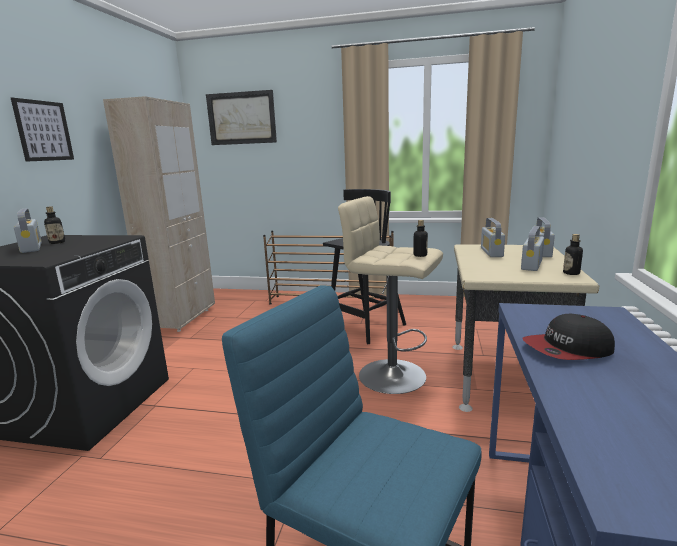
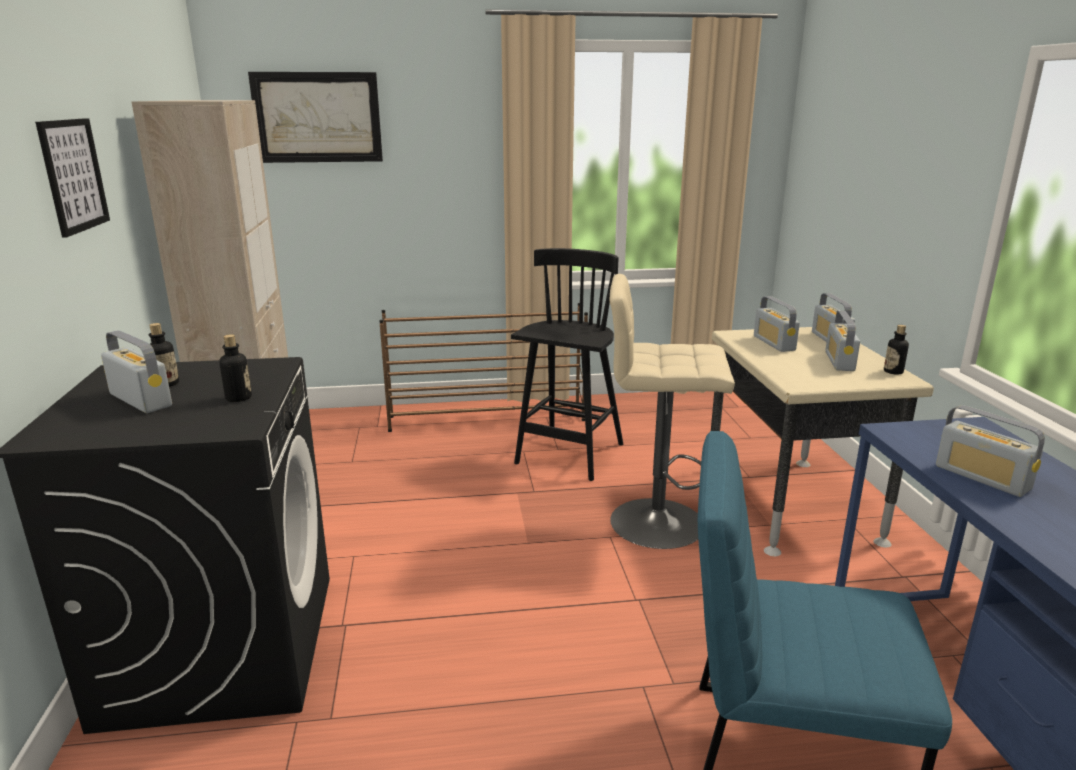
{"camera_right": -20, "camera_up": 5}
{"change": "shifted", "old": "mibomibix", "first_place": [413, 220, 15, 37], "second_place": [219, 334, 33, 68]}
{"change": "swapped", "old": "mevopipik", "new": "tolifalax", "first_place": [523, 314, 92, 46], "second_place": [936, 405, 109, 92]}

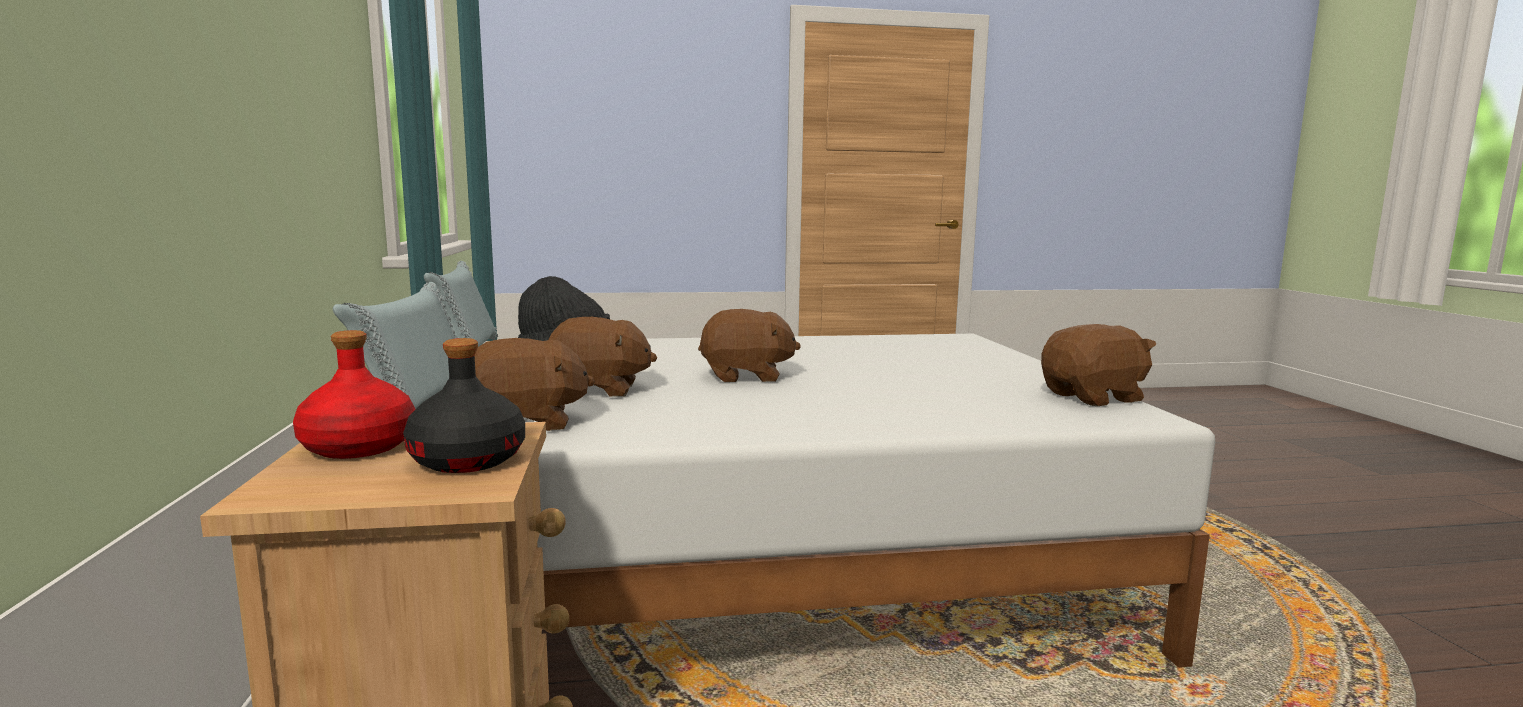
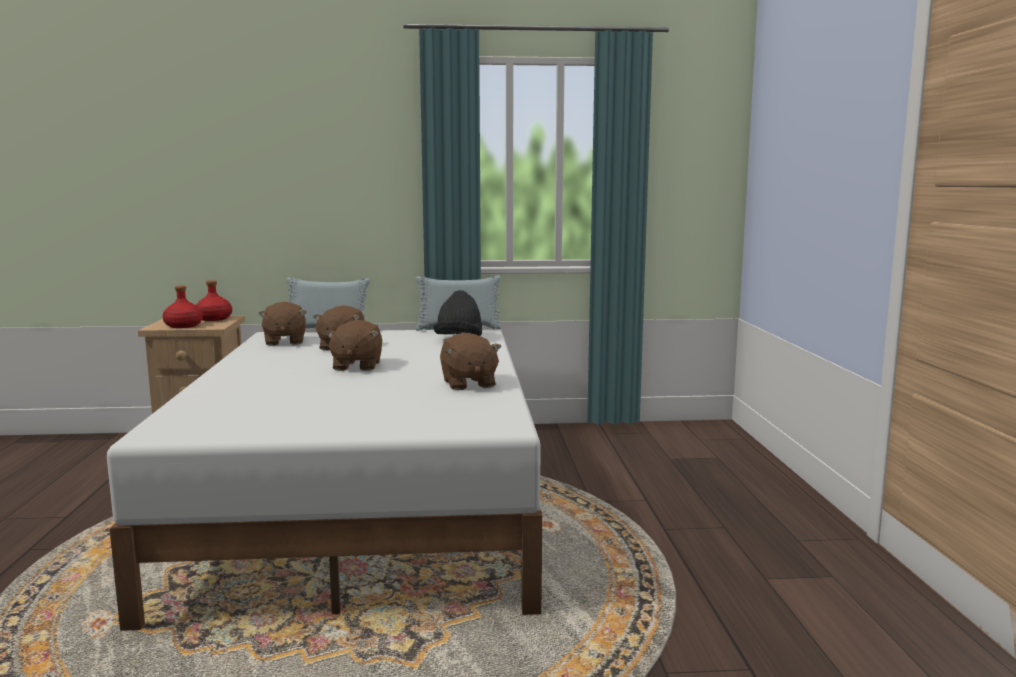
{"camera_right": 95, "camera_up": 0}
{"change": "shifted", "old": "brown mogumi", "first_place": [1041, 324, 115, 82], "second_place": [440, 333, 62, 57]}
{"change": "repainted", "old": "black mibomibix", "new": "red mibomibix", "first_place": [403, 338, 122, 135], "second_place": [162, 286, 41, 42]}

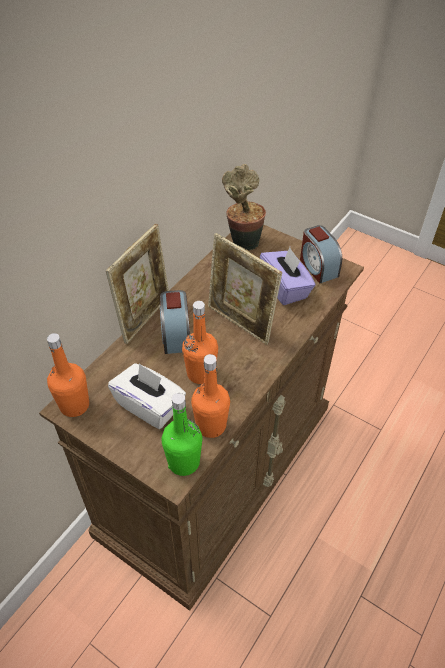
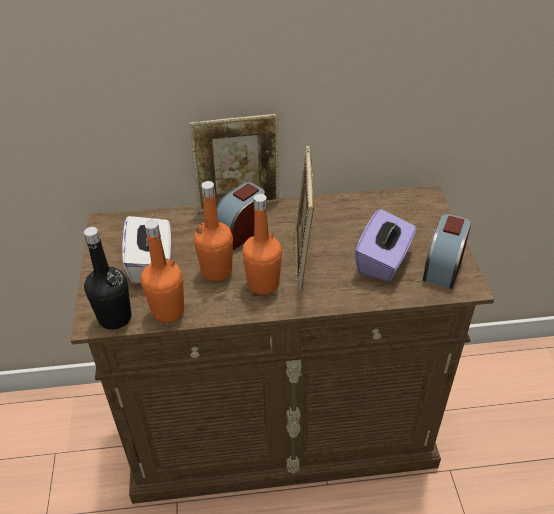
{"camera_right": 50, "camera_up": -5}
{"change": "gone", "old": "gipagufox", "first_place": [222, 164, 44, 87]}
{"change": "shifted", "old": "orange mibomibix", "first_place": [47, 333, 42, 84], "second_place": [242, 194, 40, 101]}
{"change": "repainted", "old": "green mibomibix", "new": "black mibomibix", "first_place": [161, 393, 41, 83], "second_place": [84, 227, 47, 103]}

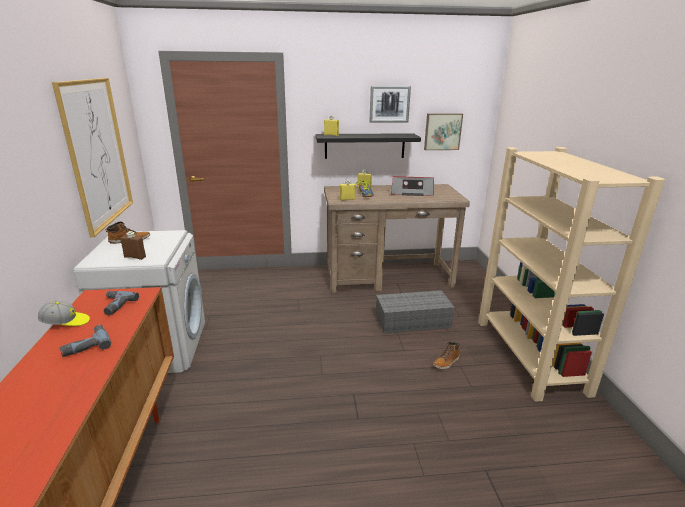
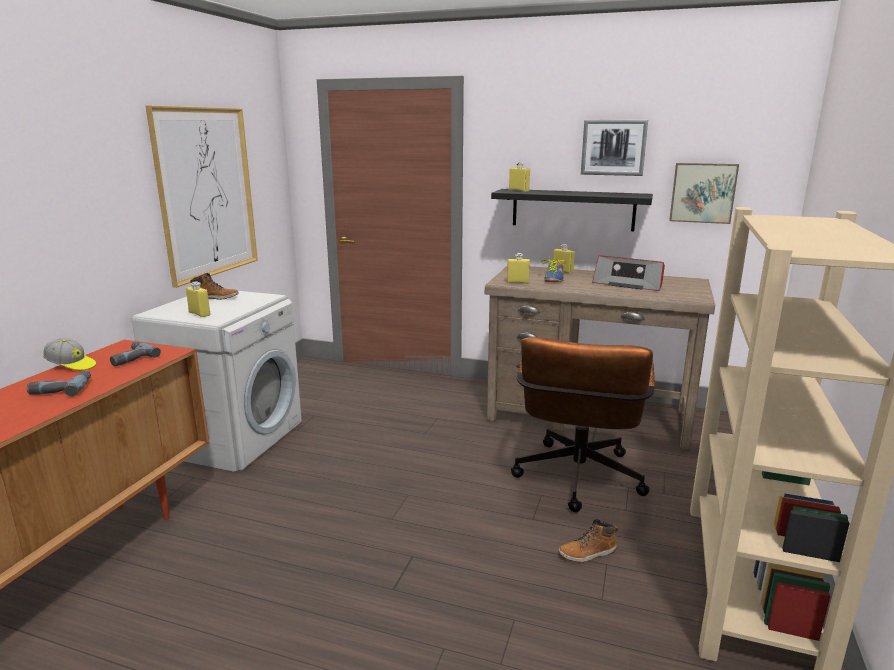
{"camera_right": 25, "camera_up": -5}
{"change": "repainted", "old": "brown mibomibix", "new": "yellow mibomibix", "first_place": [120, 231, 26, 29], "second_place": [186, 281, 24, 36]}
{"change": "swapped", "old": "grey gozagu", "new": "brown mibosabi", "first_place": [376, 290, 79, 43], "second_place": [511, 337, 144, 176]}

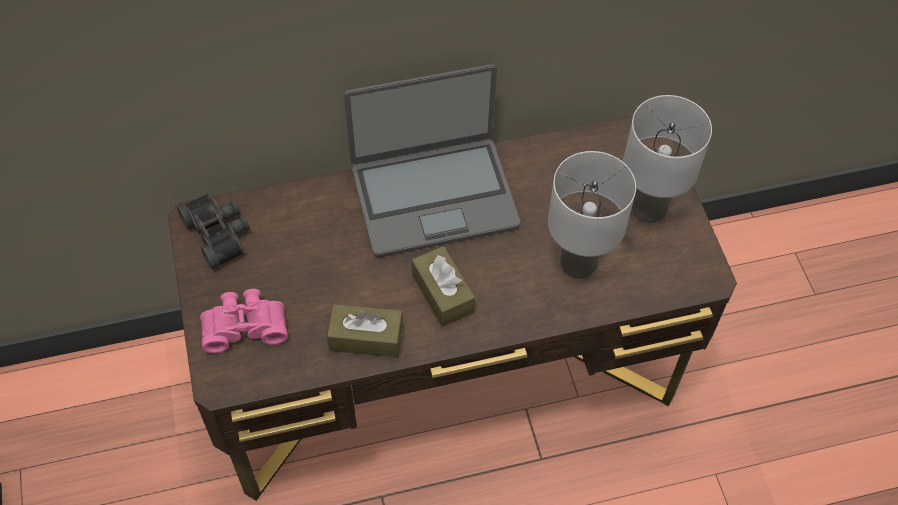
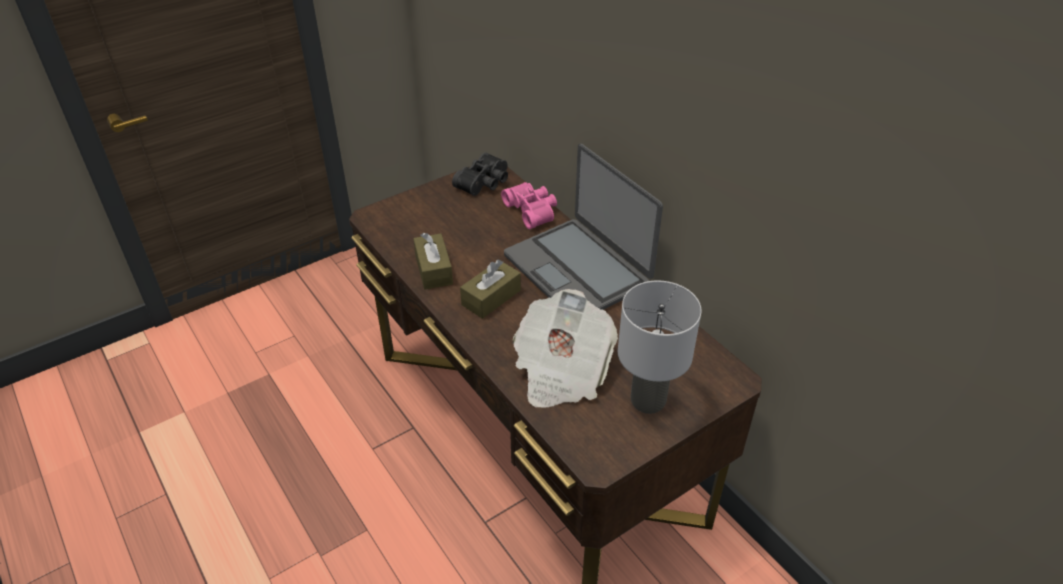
{"camera_right": 70, "camera_up": -15}
{"change": "swapped", "old": "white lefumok", "new": "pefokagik", "first_place": [548, 151, 88, 128], "second_place": [512, 289, 106, 119]}
{"change": "shifted", "old": "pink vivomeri", "first_place": [200, 289, 88, 65], "second_place": [501, 182, 56, 47]}

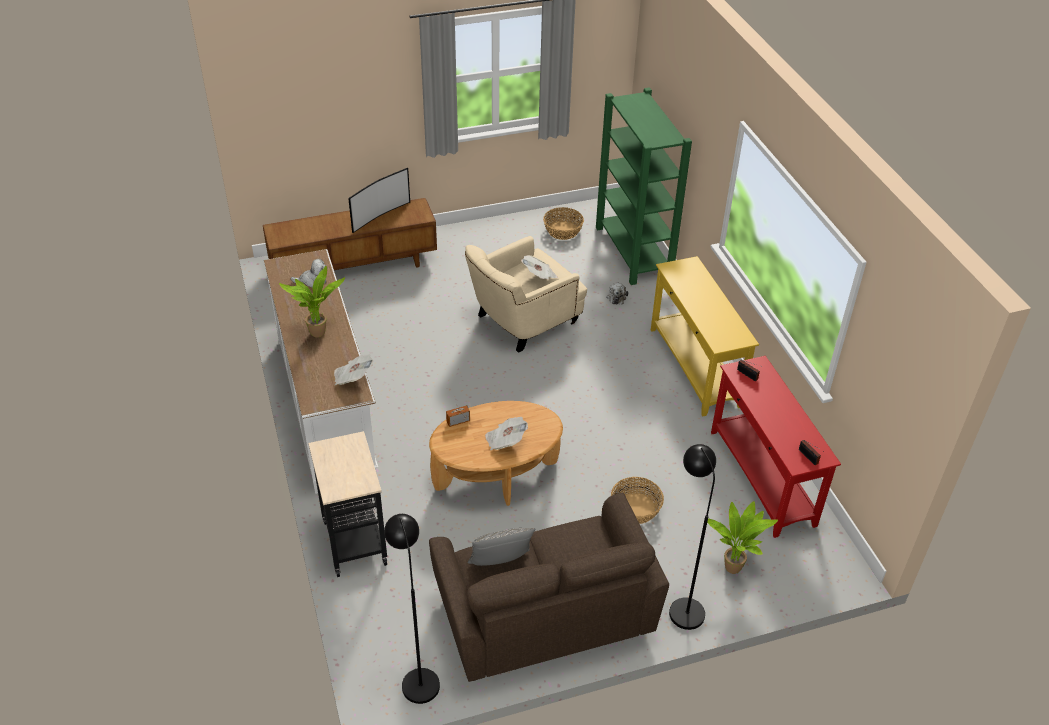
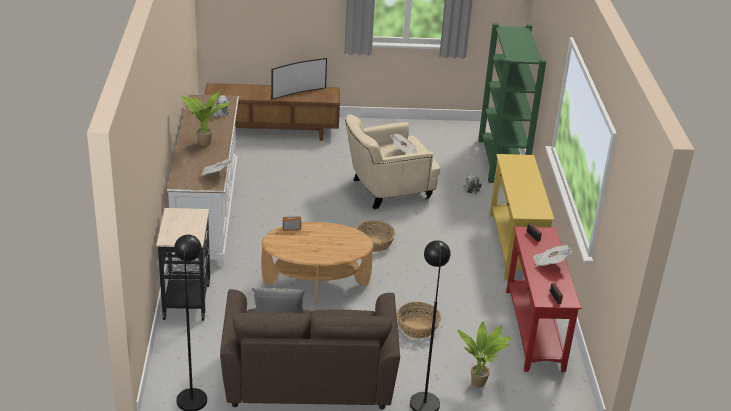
{"camera_right": 15, "camera_up": -10}
{"change": "shifted", "old": "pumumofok", "first_place": [543, 207, 41, 33], "second_place": [356, 221, 39, 31]}
{"change": "shifted", "old": "pefokagik", "first_place": [485, 417, 43, 33], "second_place": [533, 245, 39, 21]}

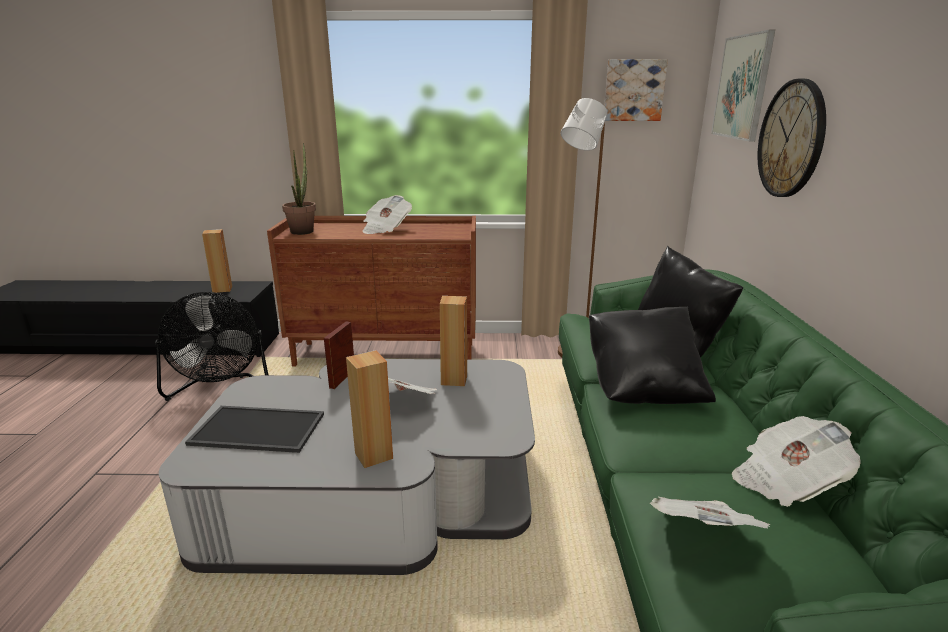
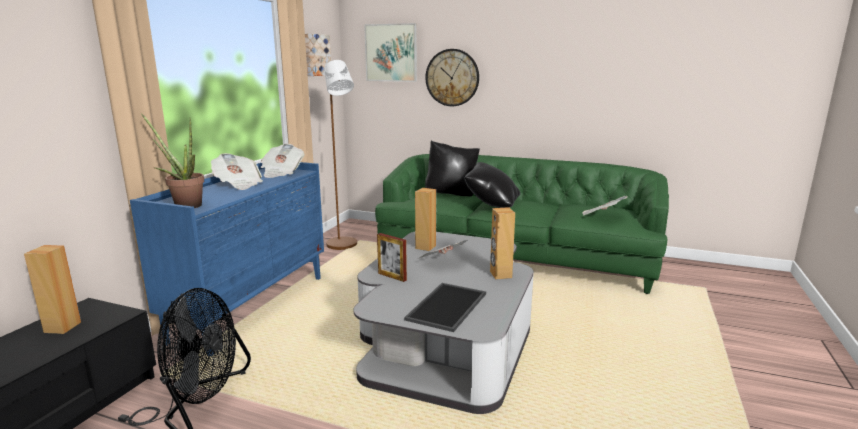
{"camera_right": -70, "camera_up": -5}
{"change": "repainted", "old": "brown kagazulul", "new": "blue kagazulul", "first_place": [267, 216, 209, 151], "second_place": [130, 162, 194, 195]}
{"change": "shifted", "old": "pefokagik", "first_place": [732, 416, 129, 91], "second_place": [261, 144, 44, 34]}

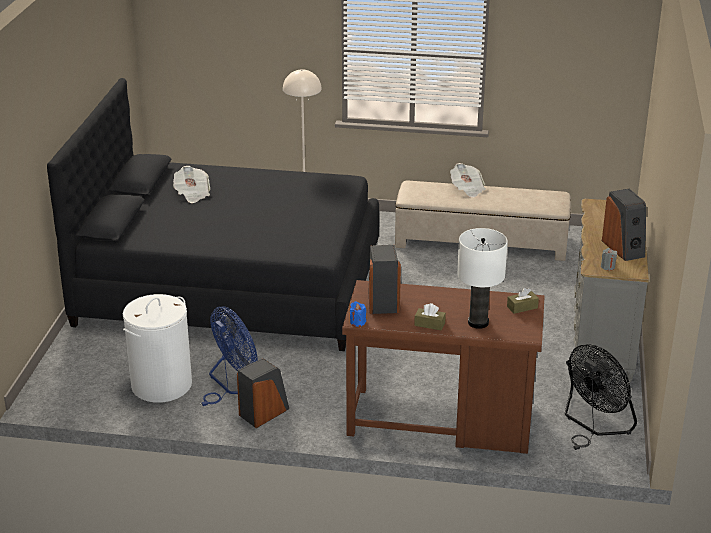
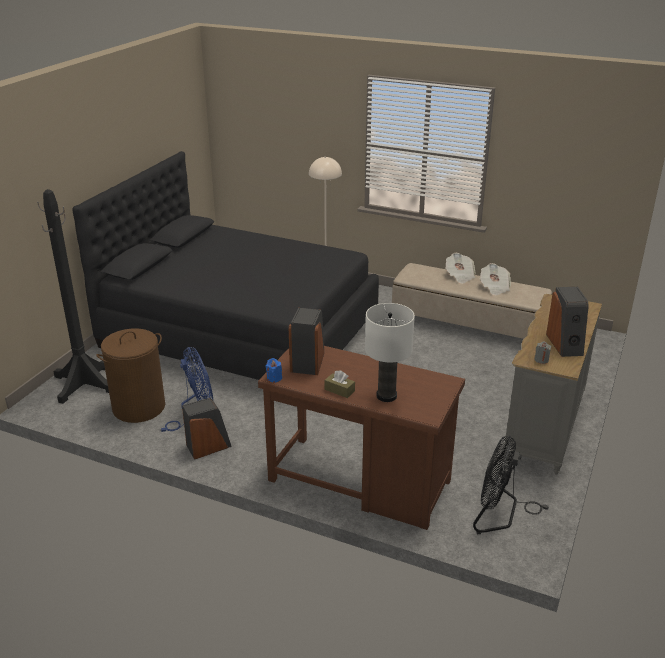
{"camera_right": 15, "camera_up": 0}
{"change": "shifted", "old": "pefokagik", "first_place": [173, 166, 37, 37], "second_place": [480, 263, 31, 33]}
{"change": "gone", "old": "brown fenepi", "first_place": [507, 288, 32, 26]}
{"change": "repainted", "old": "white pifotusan", "new": "brown pifotusan", "first_place": [123, 294, 69, 109], "second_place": [96, 329, 69, 94]}
{"change": "rotated", "old": "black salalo", "first_place": [565, 344, 72, 106], "second_place": [473, 436, 76, 99], "degrees": -135}
{"change": "new", "new": "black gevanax", "second_place": [37, 189, 72, 215]}

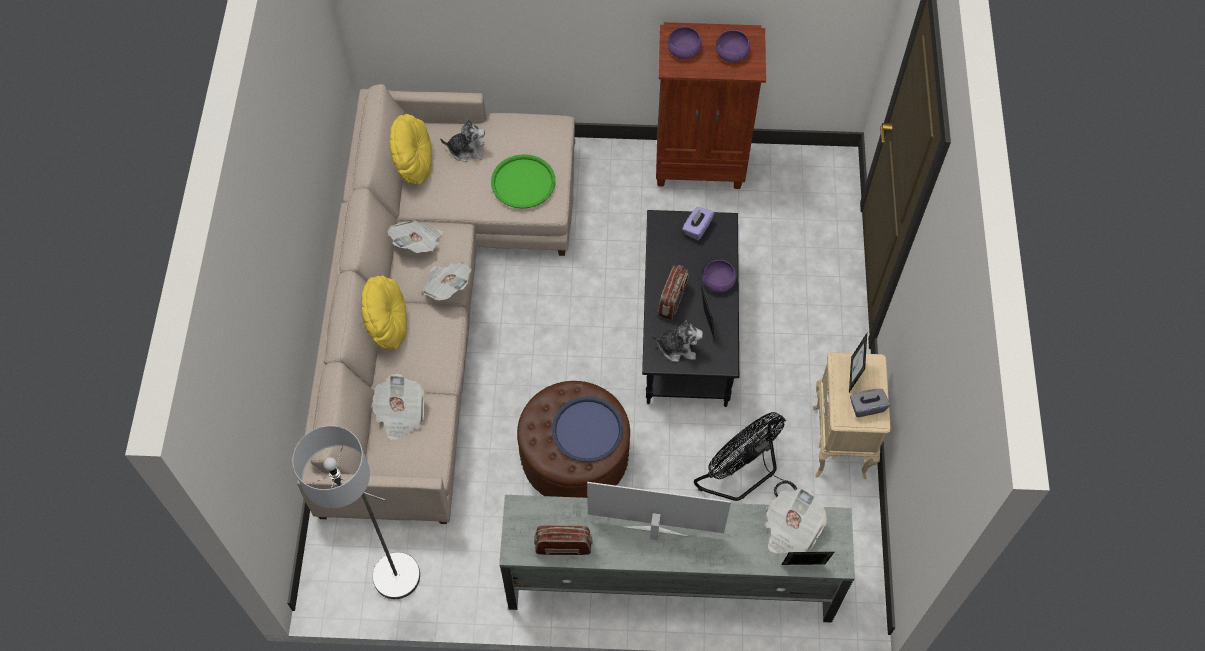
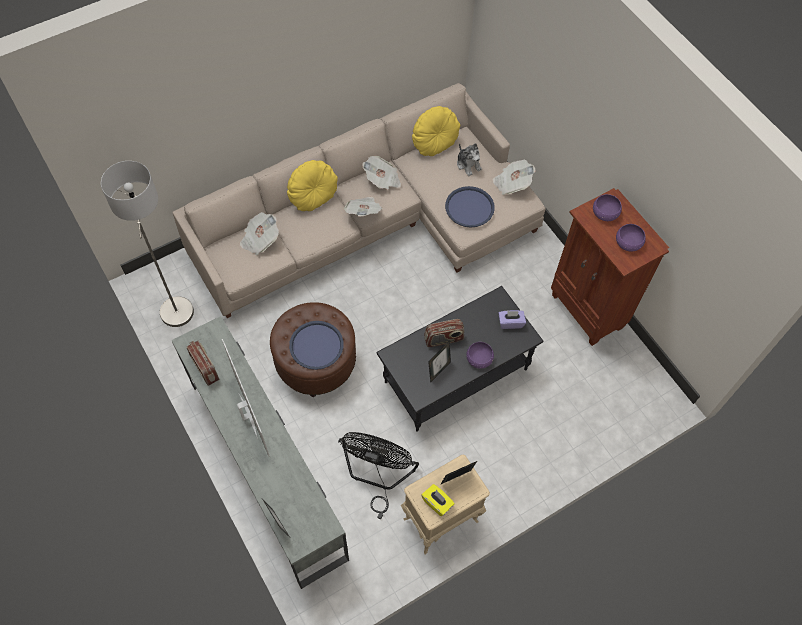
{"camera_right": 55, "camera_up": 0}
{"change": "repainted", "old": "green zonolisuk", "new": "blue zonolisuk", "first_place": [491, 154, 64, 55], "second_place": [445, 186, 50, 41]}
{"change": "gone", "old": "mogumi", "first_place": [652, 320, 51, 42]}
{"change": "repainted", "old": "grey fenepi", "new": "yellow fenepi", "first_place": [850, 389, 40, 28], "second_place": [421, 484, 33, 32]}
{"change": "shifted", "old": "pefokagik", "first_place": [765, 488, 62, 66], "second_place": [492, 160, 44, 35]}

